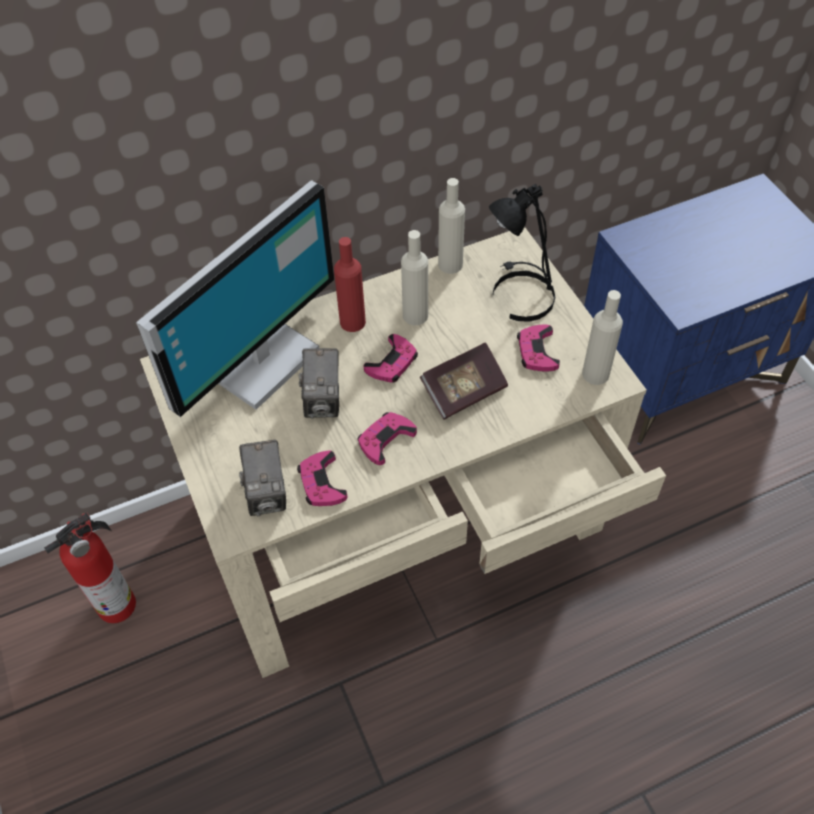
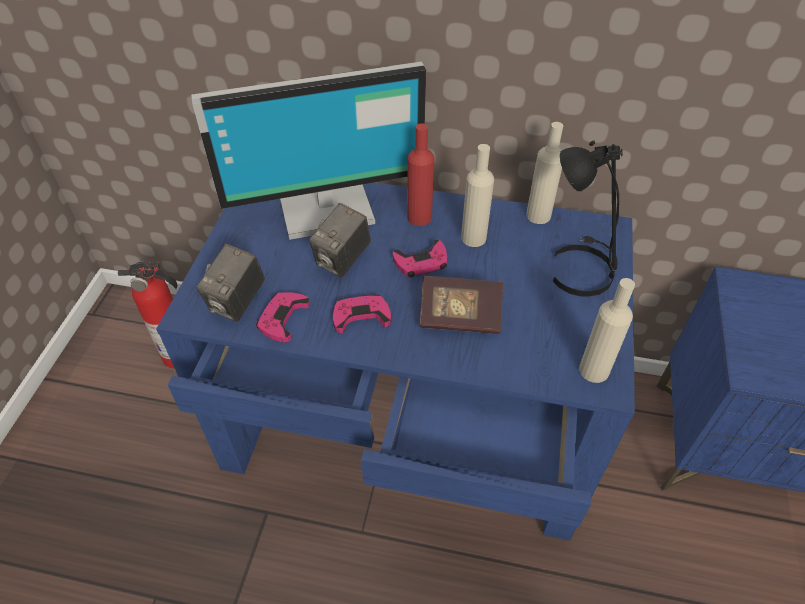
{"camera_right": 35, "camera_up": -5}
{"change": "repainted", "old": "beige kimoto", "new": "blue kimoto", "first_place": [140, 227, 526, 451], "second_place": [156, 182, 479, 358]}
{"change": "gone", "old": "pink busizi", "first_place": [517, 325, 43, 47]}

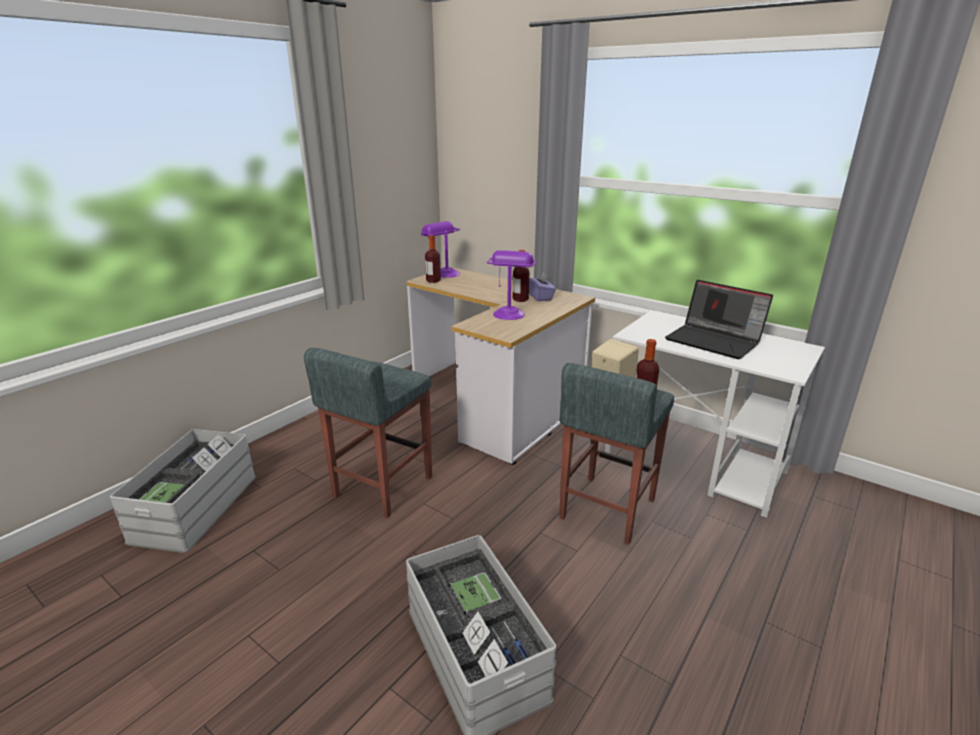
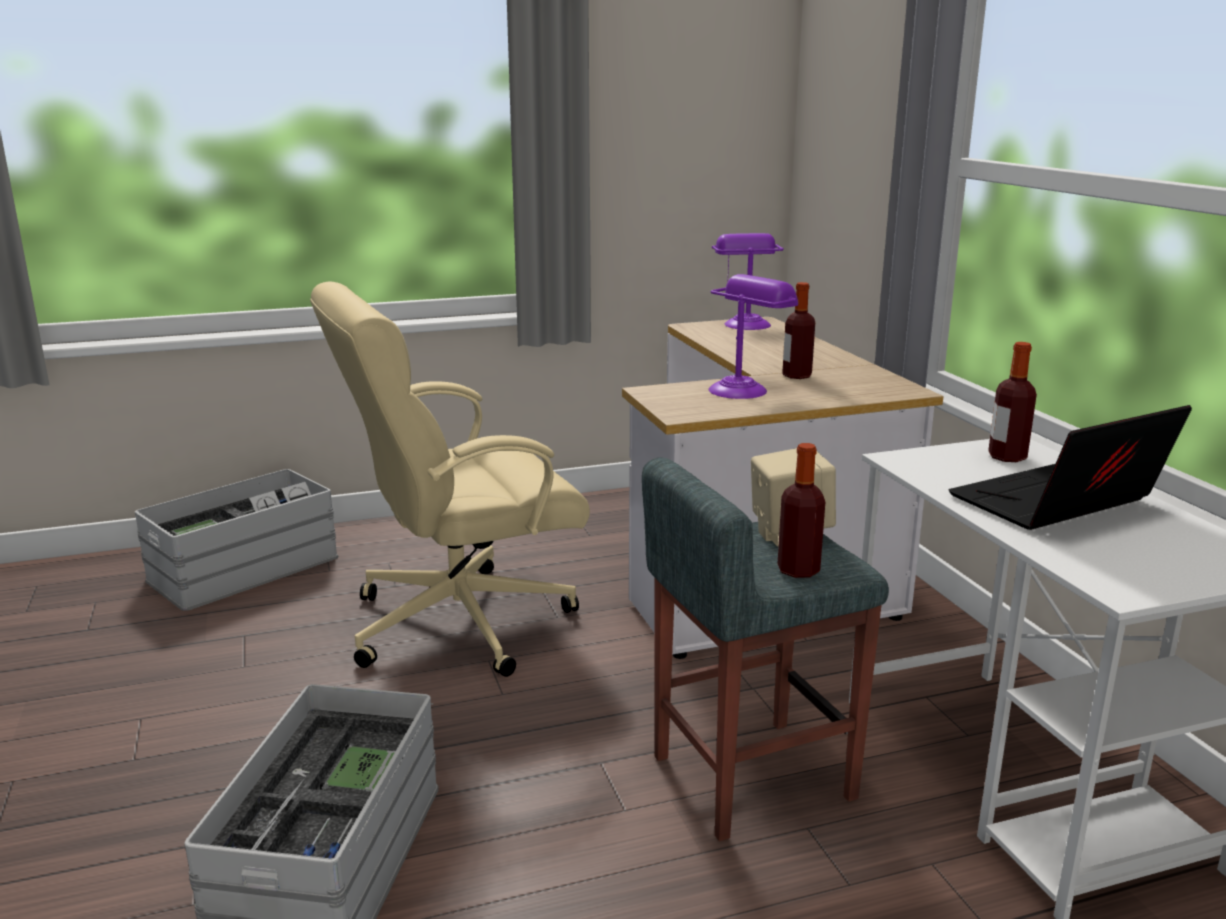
{"camera_right": 35, "camera_up": -5}
{"change": "shifted", "old": "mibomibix", "first_place": [425, 235, 16, 48], "second_place": [988, 342, 49, 120]}
{"change": "gone", "old": "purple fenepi", "first_place": [529, 273, 27, 28]}
{"change": "rotated", "old": "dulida", "first_place": [665, 280, 108, 79], "second_place": [949, 405, 243, 125], "degrees": 75}
{"change": "swapped", "old": "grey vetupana", "new": "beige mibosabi", "first_place": [304, 348, 128, 171], "second_place": [310, 281, 280, 396]}

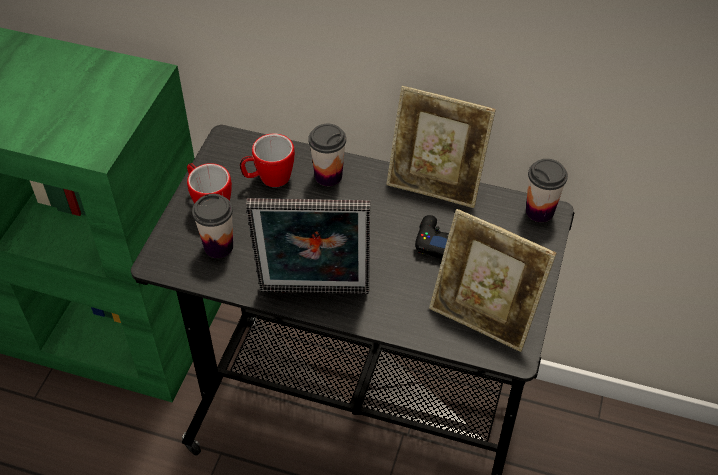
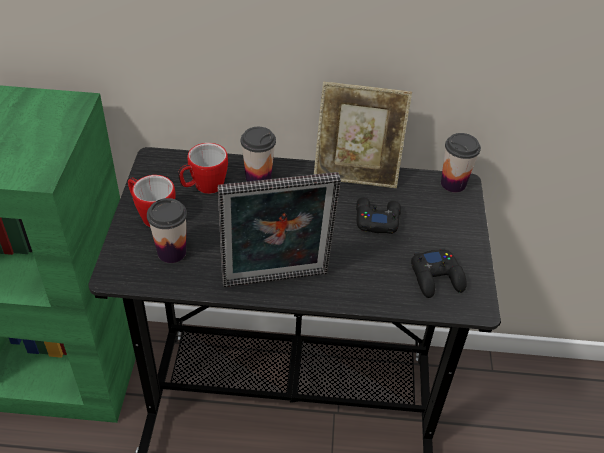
{"camera_right": -15, "camera_up": -5}
{"change": "swapped", "old": "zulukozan", "new": "black busizi", "first_place": [429, 209, 127, 143], "second_place": [411, 248, 56, 50]}

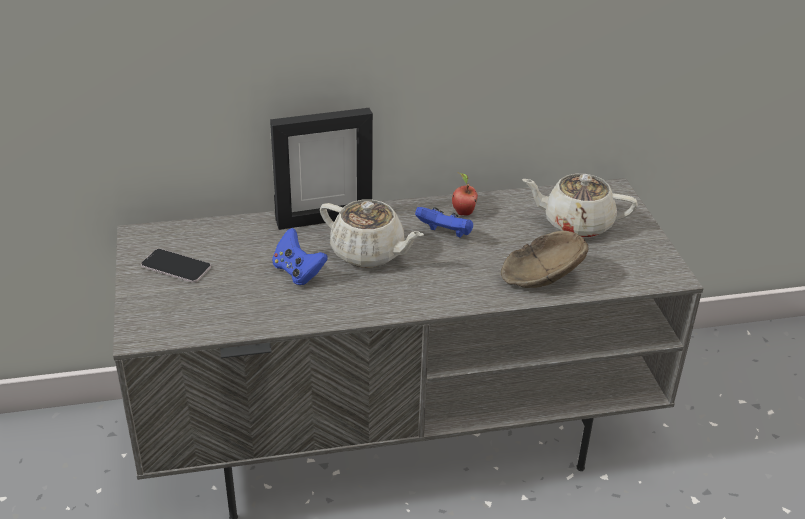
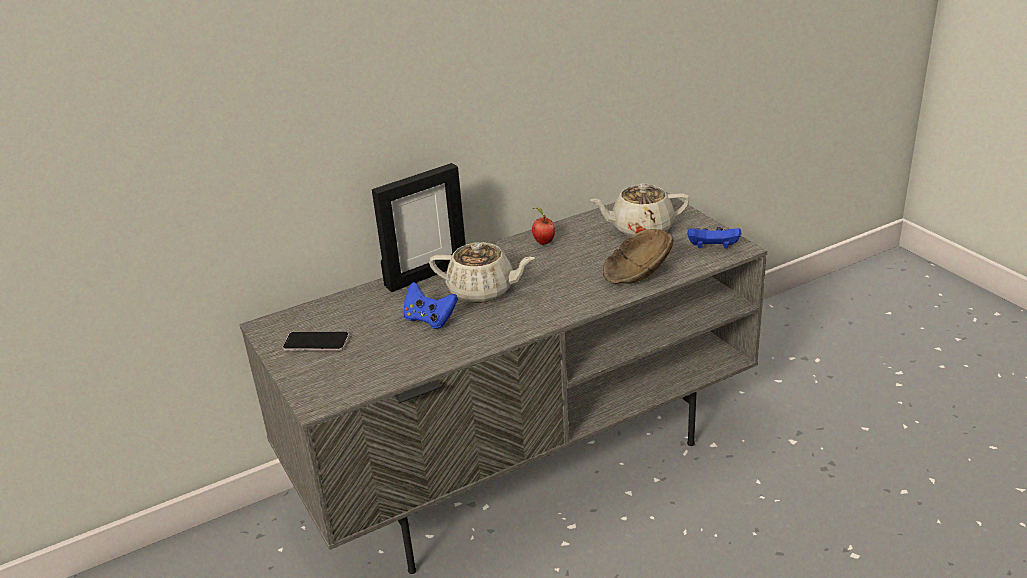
{"camera_right": -15, "camera_up": -5}
{"change": "shifted", "old": "blue busizi", "first_place": [415, 207, 58, 31], "second_place": [687, 227, 54, 21]}

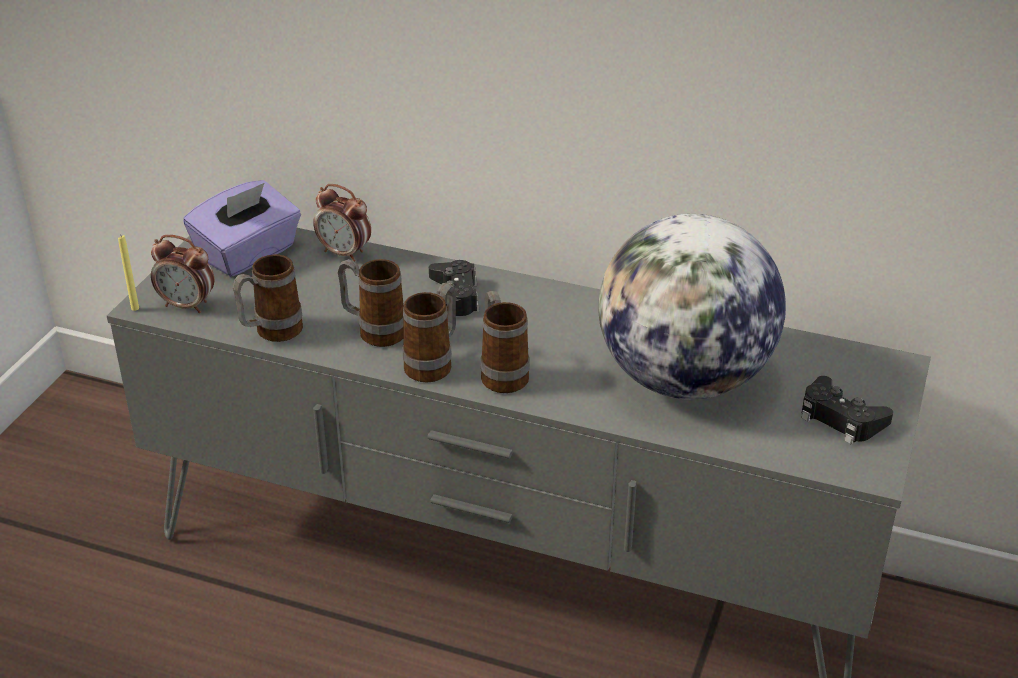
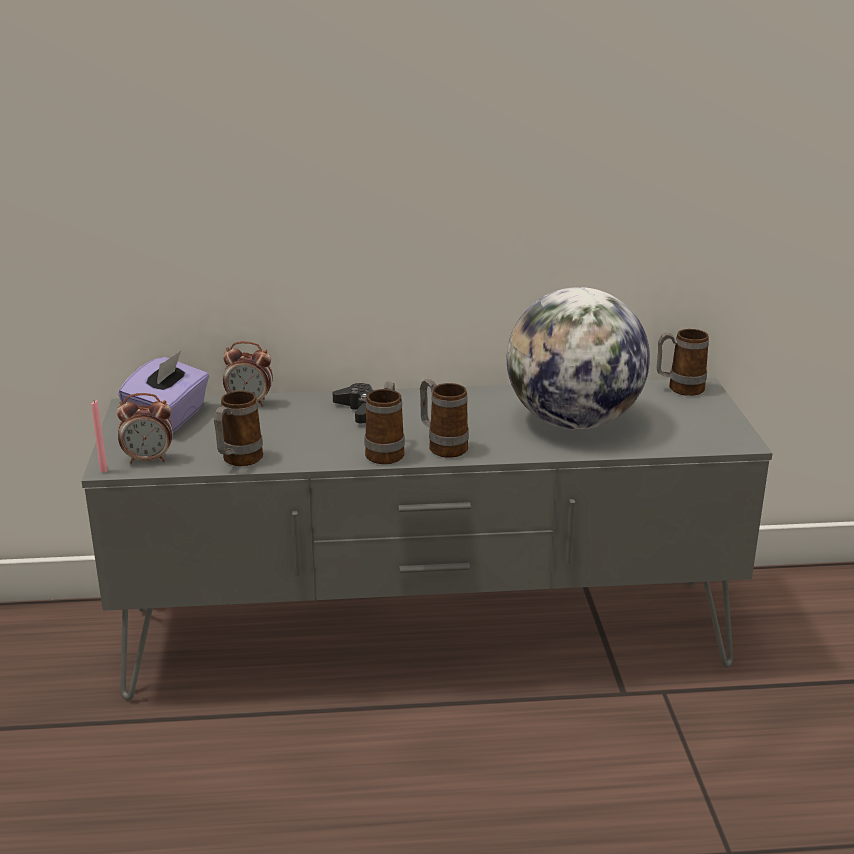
{"camera_right": -25, "camera_up": -10}
{"change": "repainted", "old": "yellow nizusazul", "new": "pink nizusazul", "first_place": [118, 235, 21, 76], "second_place": [91, 401, 16, 71]}
{"change": "shifted", "old": "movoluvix", "first_place": [338, 259, 66, 88], "second_place": [657, 329, 52, 67]}
{"change": "gone", "old": "black busizi", "first_place": [801, 376, 92, 68]}

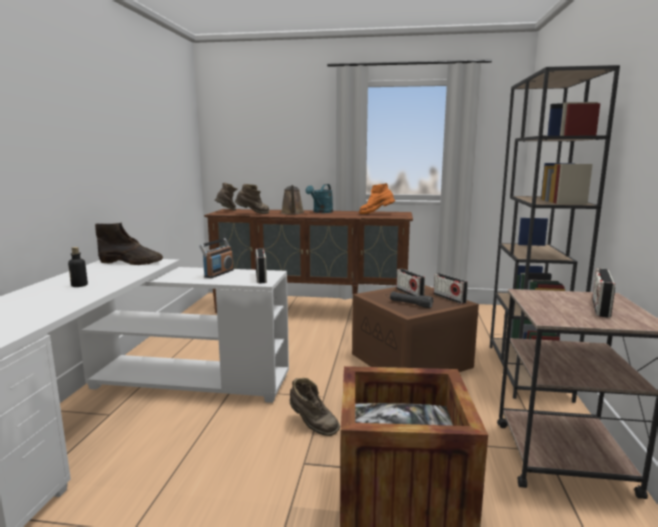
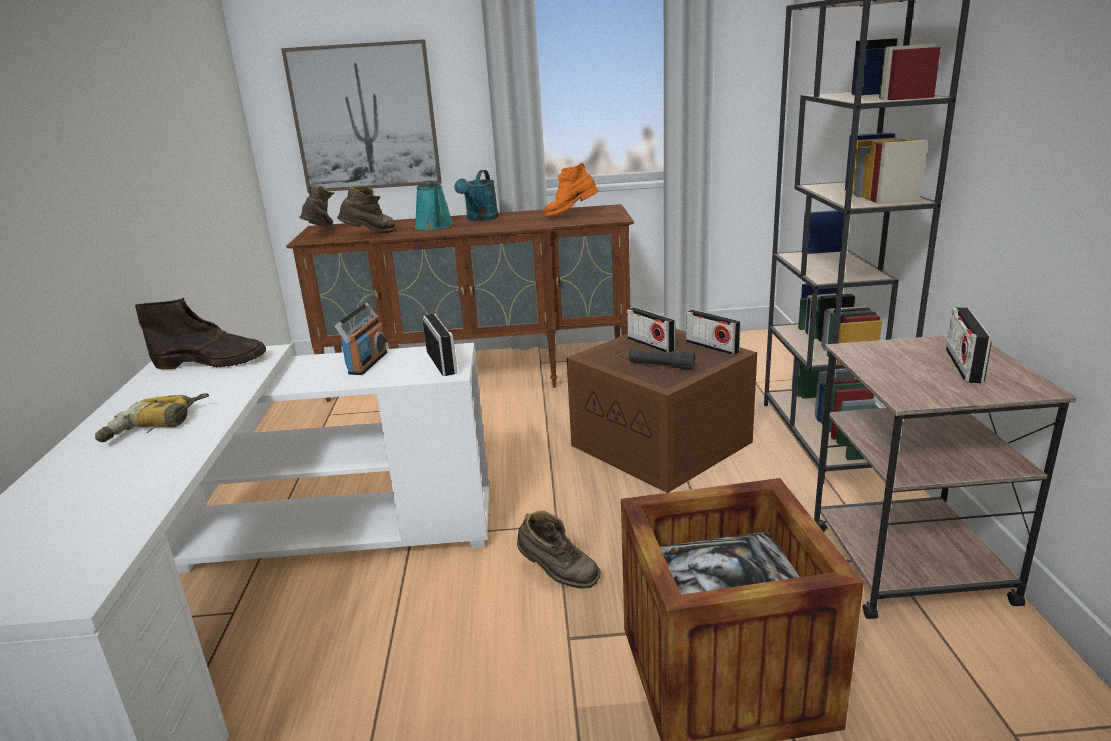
{"camera_right": -10, "camera_up": 10}
{"change": "repainted", "old": "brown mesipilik", "new": "turquoise mesipilik", "first_place": [281, 185, 23, 30], "second_place": [415, 180, 38, 50]}
{"change": "swapped", "old": "mibomibix", "new": "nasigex", "first_place": [68, 247, 20, 40], "second_place": [95, 393, 114, 49]}
{"change": "new", "new": "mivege", "second_place": [281, 39, 161, 154]}

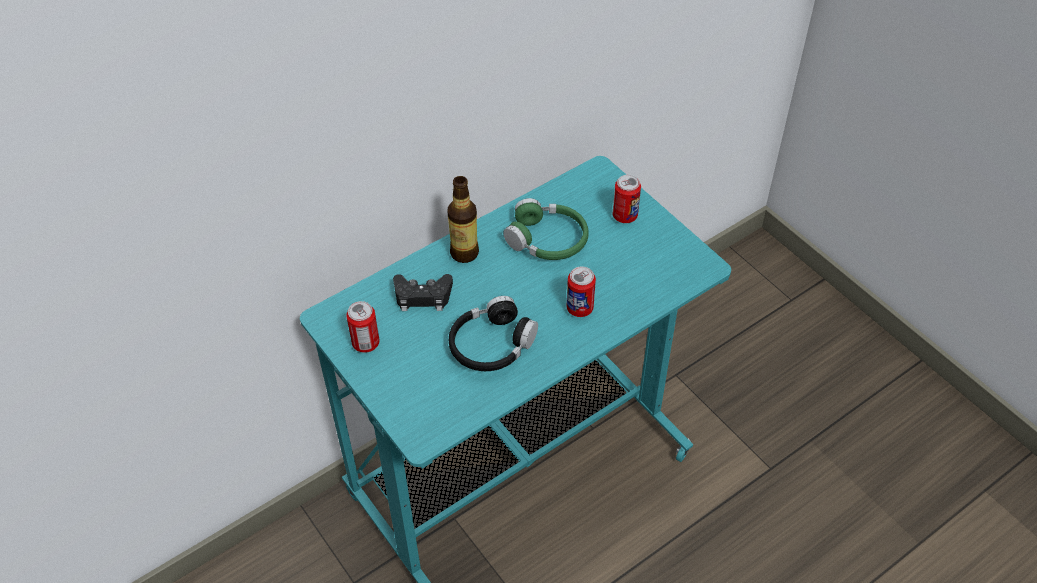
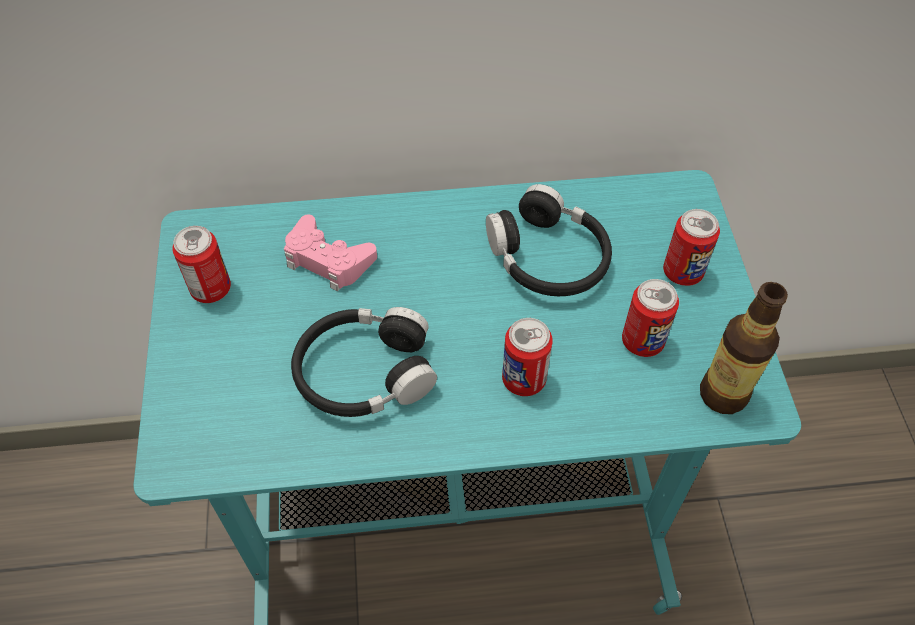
{"camera_right": 30, "camera_up": 5}
{"change": "shifted", "old": "mibomibix", "first_place": [447, 176, 32, 87], "second_place": [700, 282, 88, 132]}
{"change": "repainted", "old": "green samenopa", "new": "black samenopa", "first_place": [503, 198, 86, 62], "second_place": [486, 184, 126, 112]}
{"change": "repainted", "old": "black busizi", "new": "pink busizi", "first_place": [393, 274, 60, 37], "second_place": [284, 215, 93, 76]}
{"change": "new", "new": "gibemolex", "second_place": [622, 279, 57, 78]}

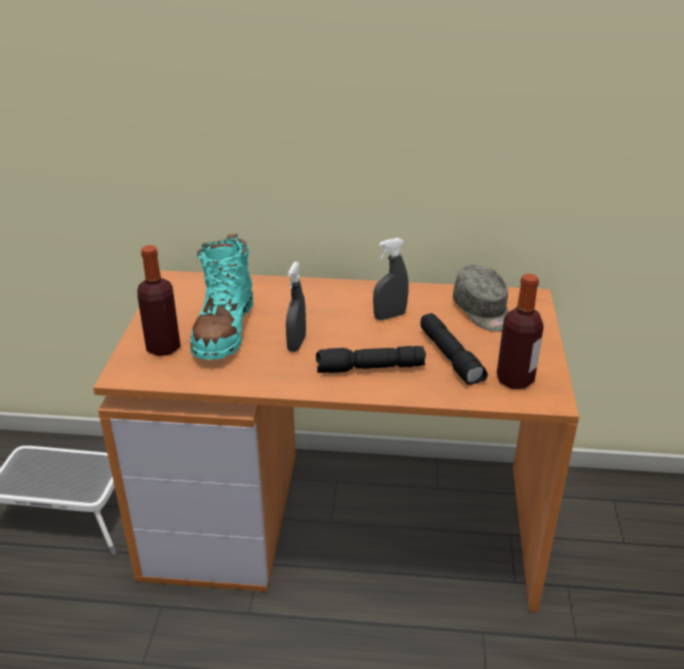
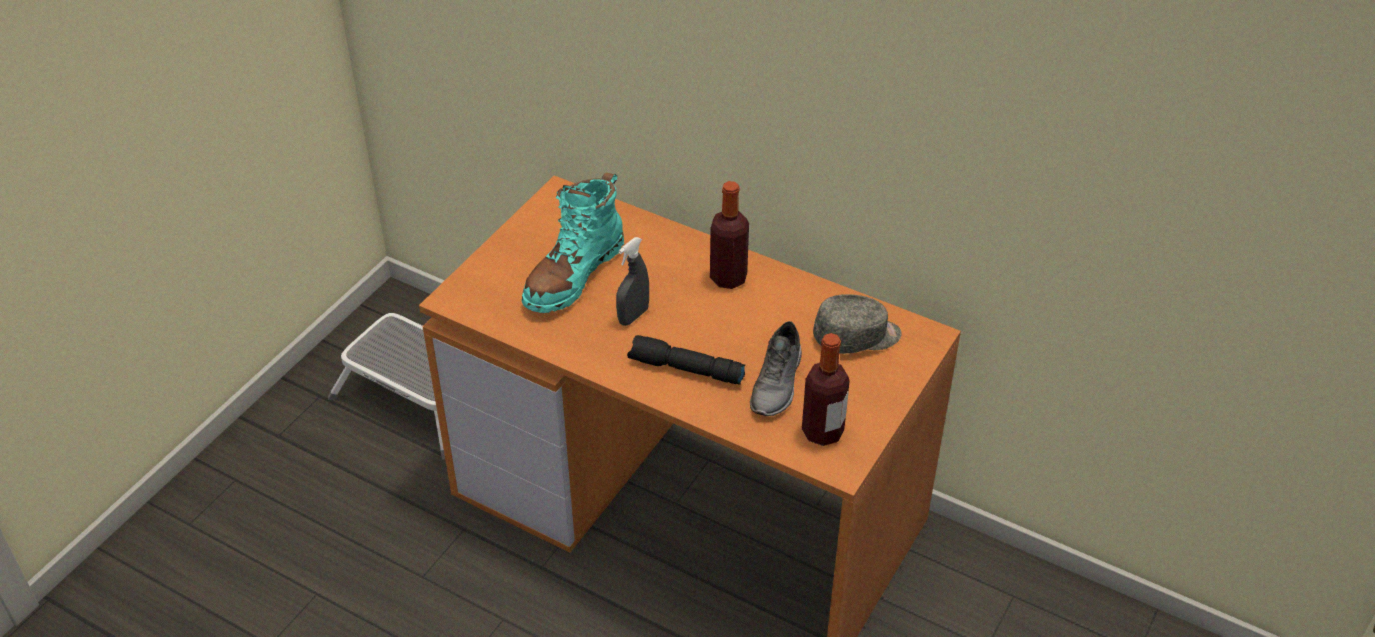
{"camera_right": 25, "camera_up": 10}
{"change": "gone", "old": "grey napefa", "first_place": [373, 238, 35, 82]}
{"change": "shifted", "old": "mibomibix", "first_place": [137, 245, 44, 111], "second_place": [710, 181, 39, 108]}
{"change": "rotated", "old": "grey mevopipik", "first_place": [453, 265, 56, 67], "second_place": [813, 294, 88, 60], "degrees": -105}
{"change": "swapped", "old": "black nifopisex", "new": "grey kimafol", "first_place": [420, 313, 68, 72], "second_place": [750, 321, 52, 95]}

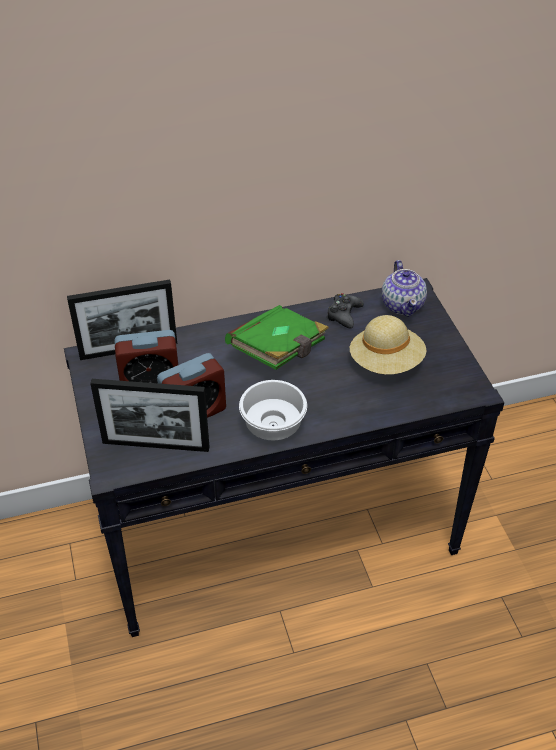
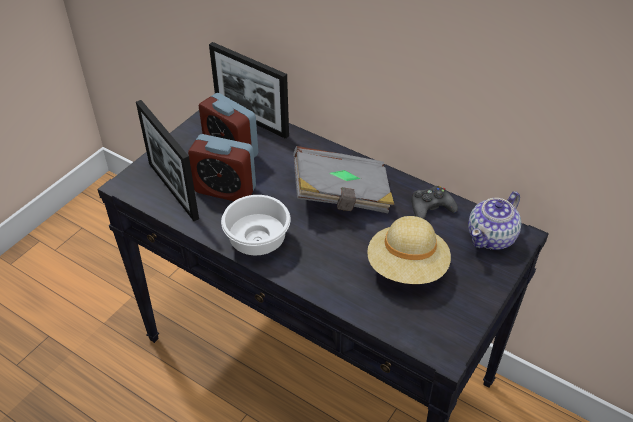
{"camera_right": 50, "camera_up": 0}
{"change": "repainted", "old": "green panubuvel", "new": "grey panubuvel", "first_place": [225, 305, 104, 65], "second_place": [293, 146, 101, 67]}

